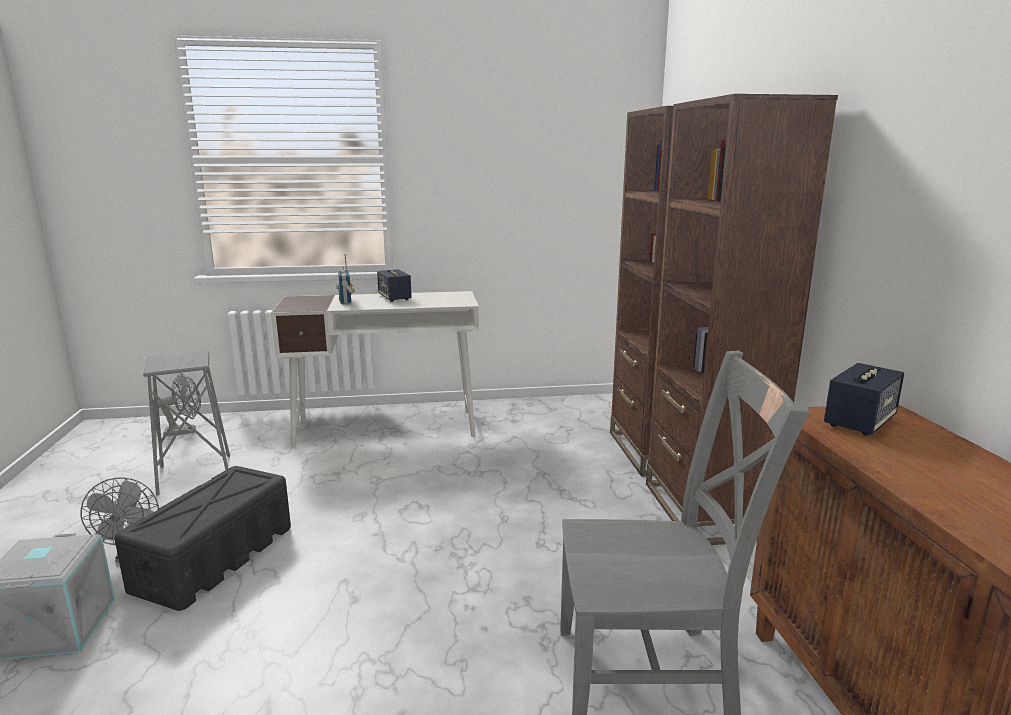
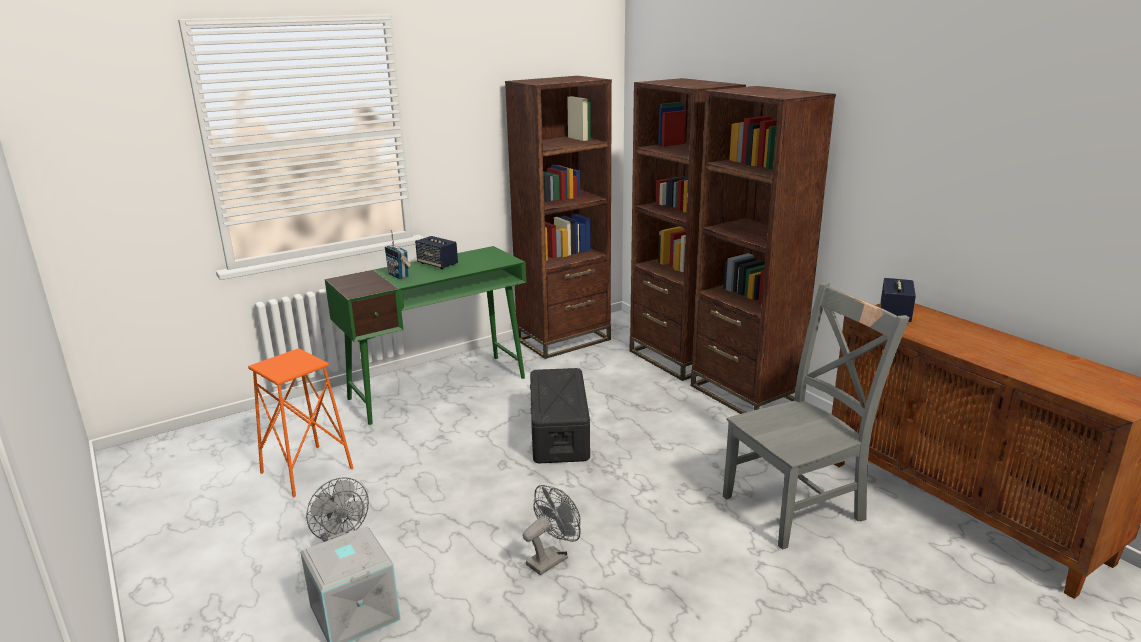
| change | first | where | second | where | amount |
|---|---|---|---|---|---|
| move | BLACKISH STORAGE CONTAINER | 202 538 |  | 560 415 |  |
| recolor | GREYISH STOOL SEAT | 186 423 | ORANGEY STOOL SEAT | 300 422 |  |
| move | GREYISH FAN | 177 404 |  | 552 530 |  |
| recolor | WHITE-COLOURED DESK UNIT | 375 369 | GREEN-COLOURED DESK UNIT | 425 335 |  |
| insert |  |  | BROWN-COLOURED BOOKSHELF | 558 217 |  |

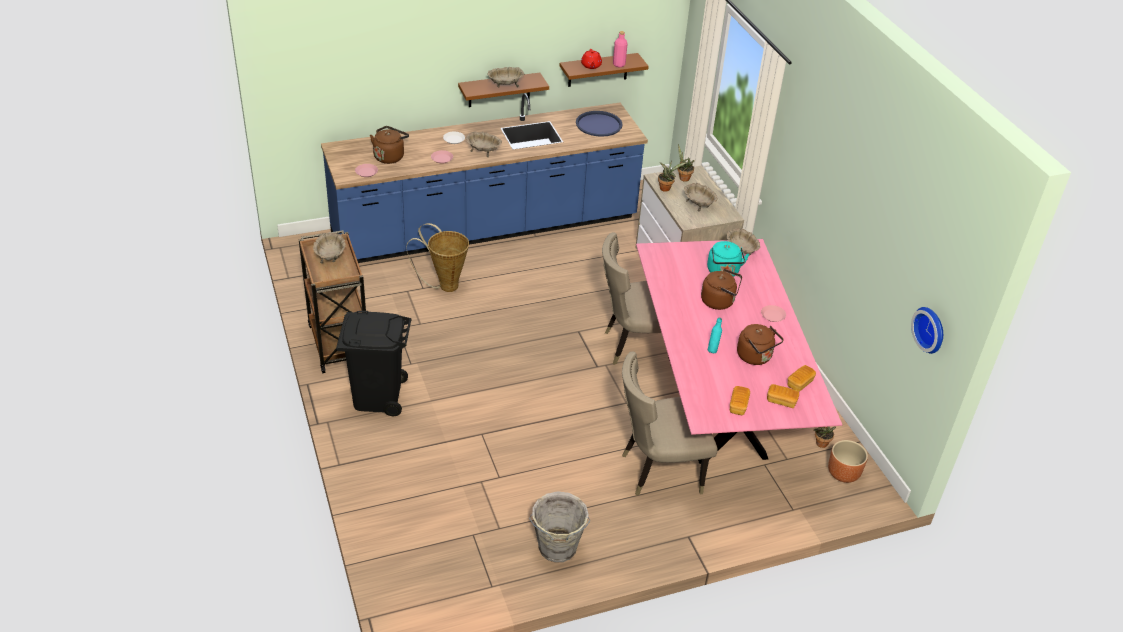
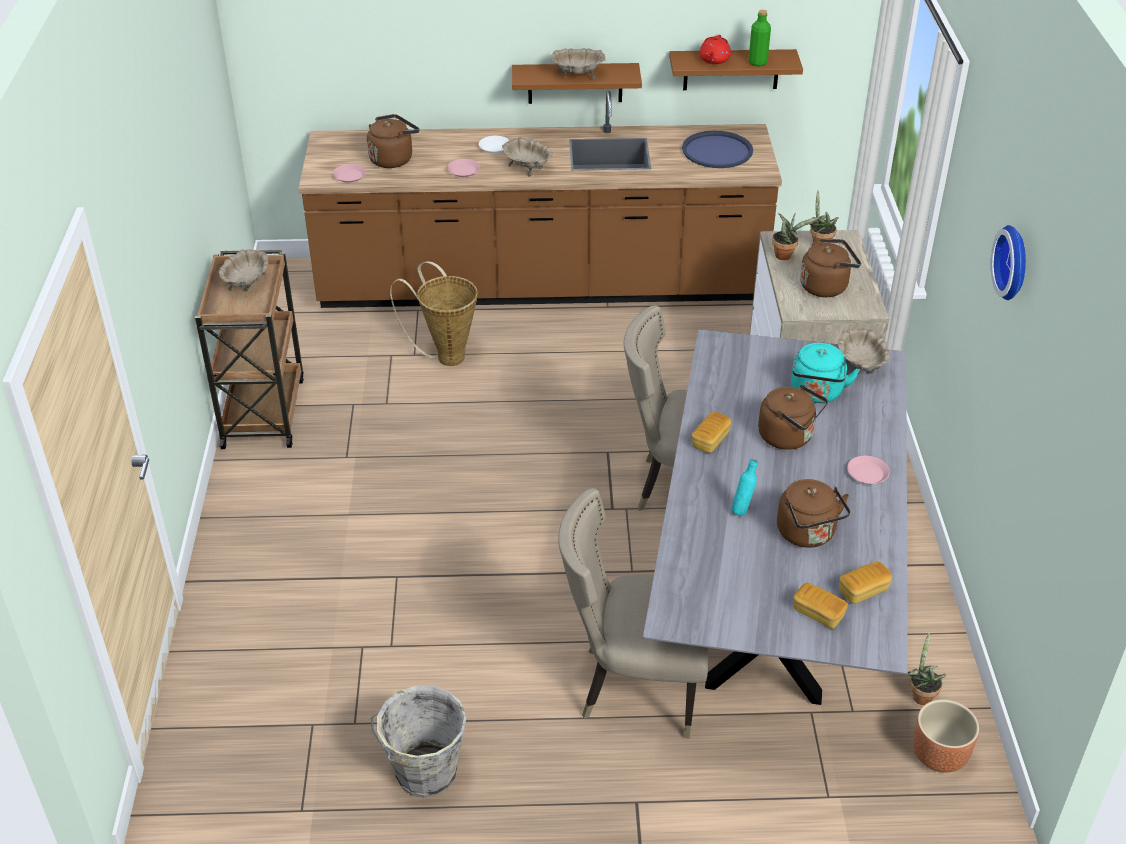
| change | first | where | second | where | amount |
|---|---|---|---|---|---|
| recolor | BLUE KITCHEN BASE UNIT | 484 178 | BROWN-COLOURED KITCHEN BASE UNIT | 540 199 |  |
| delete | BLACKISH TRASH CAN | 374 363 |  |  |  |
| recolor | PINK-COLOURED DRINK BOTTLE | 620 49 | GREEN-COLOURED DRINK BOTTLE | 760 38 |  |
| recolor | PINK-COLOURED KITCHEN TABLE | 739 351 | GREYISH KITCHEN TABLE | 775 517 |  |
| replace | BEIGE BOWL | 701 197 | BROWN-COLOURED KETTLE | 830 267 |  |
| move | BAKED BREAD | 740 400 |  | 711 432 |  |
| move | CLOCK ON THE WALL | 927 330 |  | 1008 262 |  |

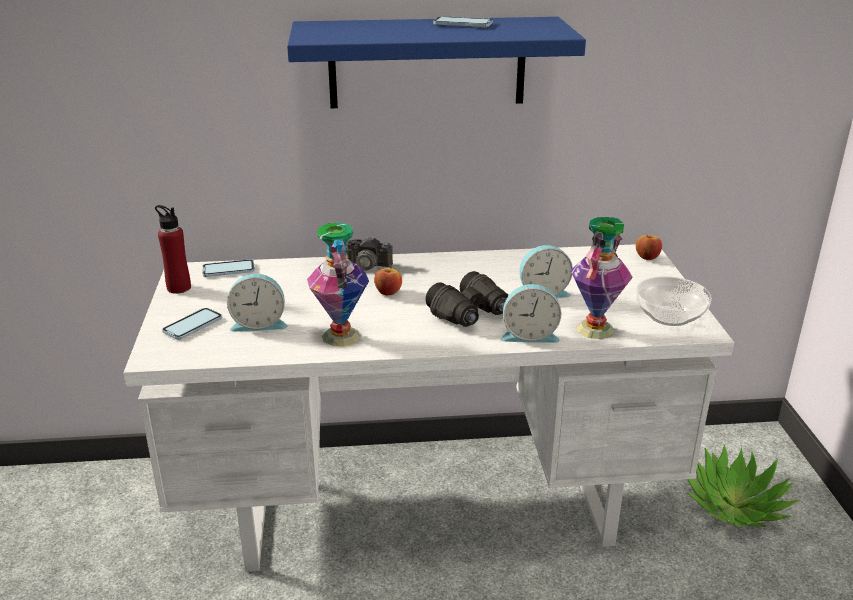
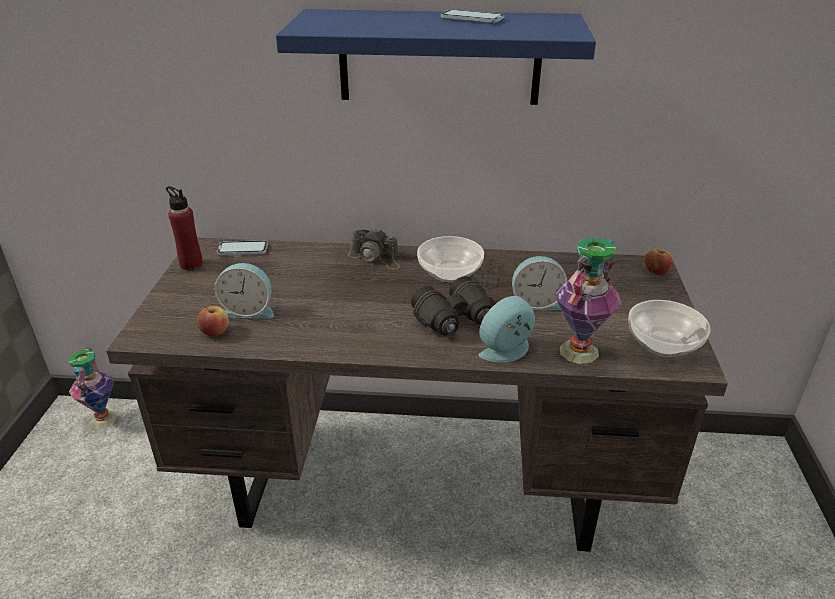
| change | first | where | second | where | amount |
|---|---|---|---|---|---|
| recolor | WHITE-COLOURED DESK UNIT | 428 408 | BROWN-COLOURED DESK UNIT | 417 395 |  |
| delete | PHONE | 192 324 |  |  |  |
| move | DECORATIVE VASE | 338 284 |  | 93 388 |  |
| move | WHOLE APPLE | 388 281 |  | 213 321 |  |
| rotate | TABLE CLOCK | 531 313 |  | 507 329 | 135 degrees clockwise |
| delete | HOUSEPLANT | 743 485 |  |  |  |
| insert |  |  | BOWL | 450 259 |  |

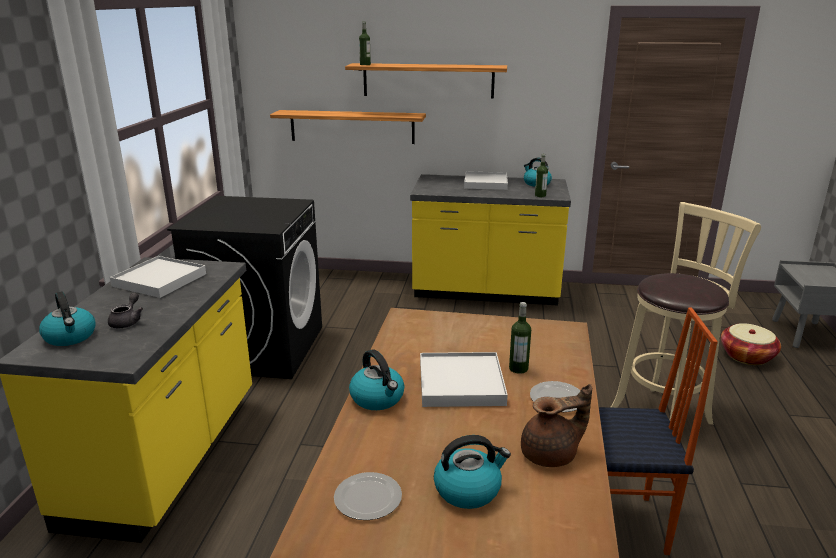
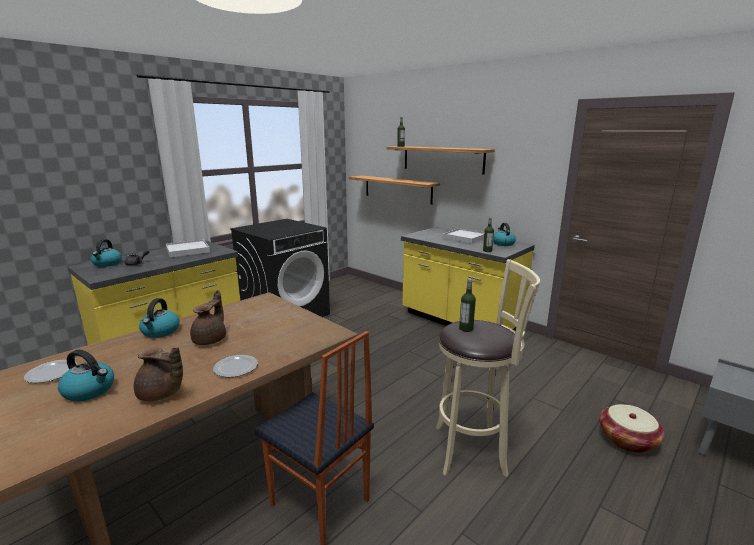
| change | first | where | second | where | amount |
|---|---|---|---|---|---|
| replace | WHITE-COLOURED TRAY | 464 379 | BROWN-COLOURED POT FOR TEA | 208 317 |  |
| move | DRINK BOTTLE | 520 338 |  | 467 305 |  |

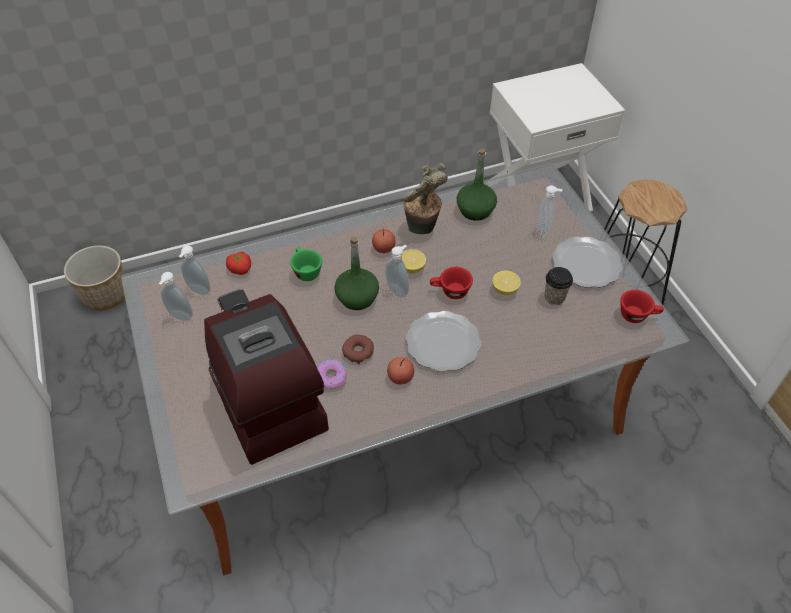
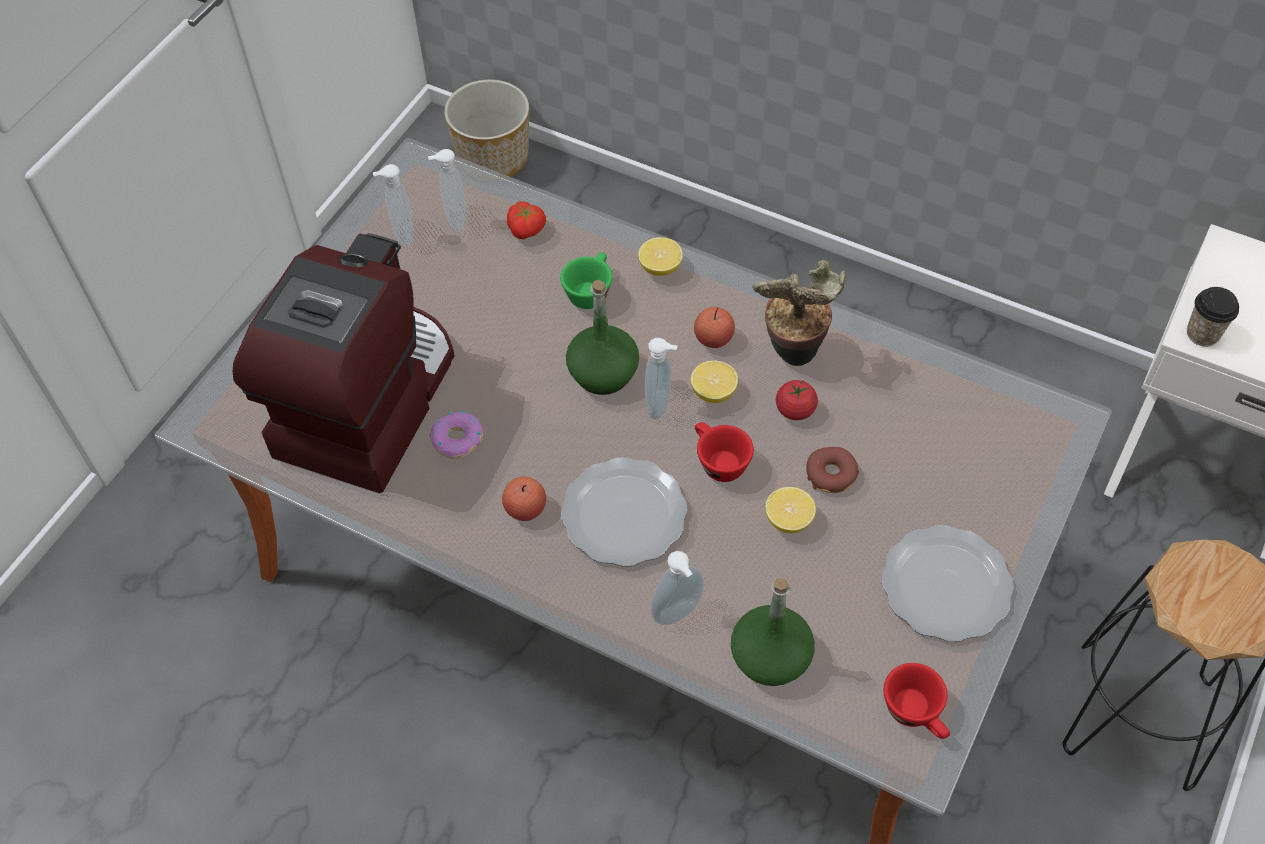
| change | first | where | second | where | amount |
|---|---|---|---|---|---|
| move | DONUT | 358 349 |  | 832 470 |  |
| move | GREEN-COLOURED DRINK BOTTLE | 477 185 |  | 773 632 |  |
| move | SOAP DISPENSER | 550 211 |  | 677 588 |  |
| move | DRINKING CUP | 559 286 |  | 1213 317 |  |
| insert |  |  | LEMON | 660 256 |  |
| insert |  |  | TOMATO | 797 400 |  |

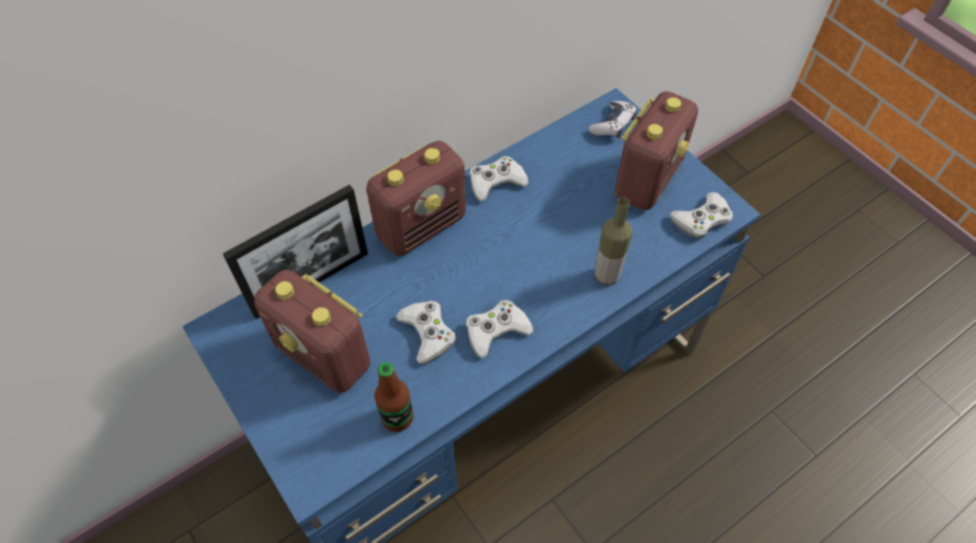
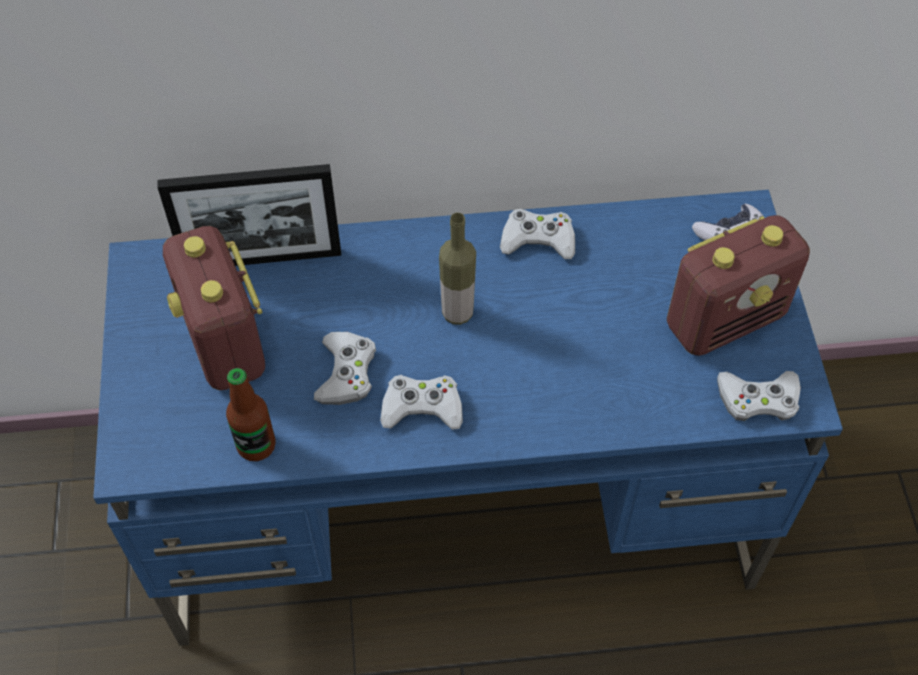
| change | first | where | second | where | amount |
|---|---|---|---|---|---|
| delete | RADIO | 416 198 |  |  |  |
| move | DRINK BOTTLE | 613 241 |  | 457 269 |  |

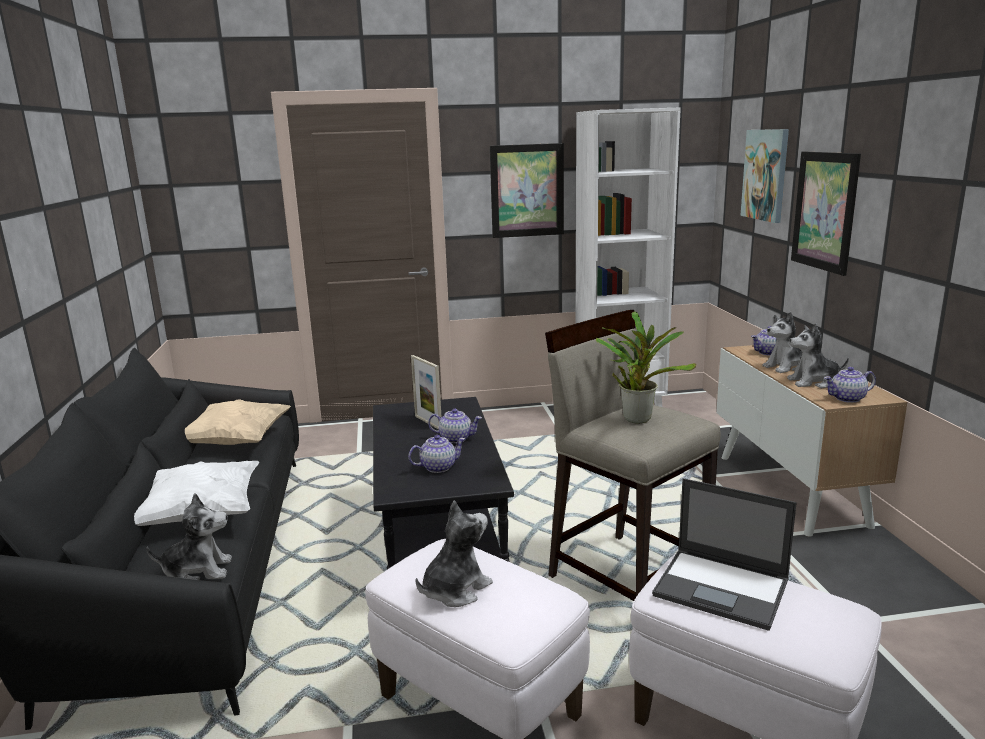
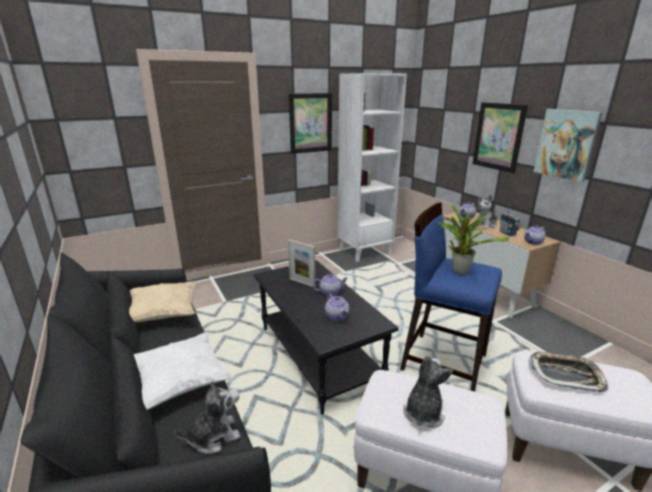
| change | first | where | second | where | amount |
|---|---|---|---|---|---|
| rotate | POT FOR TEA | 437 454 |  | 337 307 | 105 degrees clockwise |
| recolor | BEIGE STOOL SEAT | 633 455 | BLUE STOOL SEAT | 451 297 |  |
| replace | PORTABLE COMPUTER | 724 554 | TRAY | 568 372 |  |
| move | WALL ART | 764 176 |  | 568 145 |  |
| replace | CUDDLY TOY | 818 355 | RADIO | 510 220 |  |

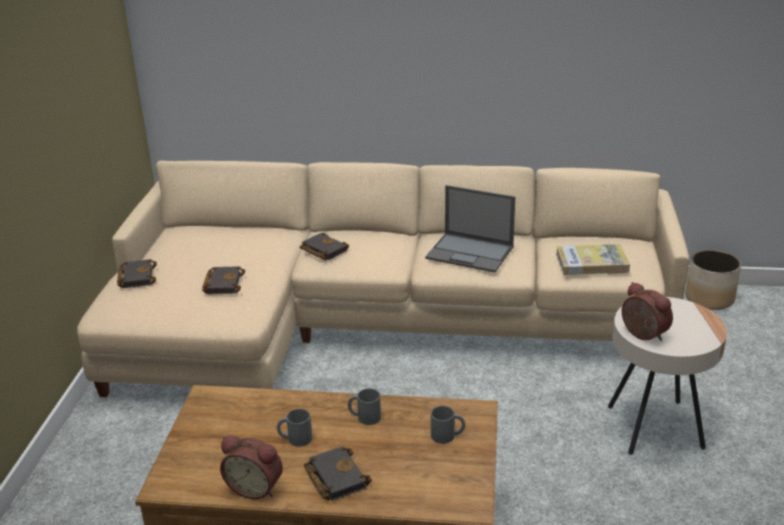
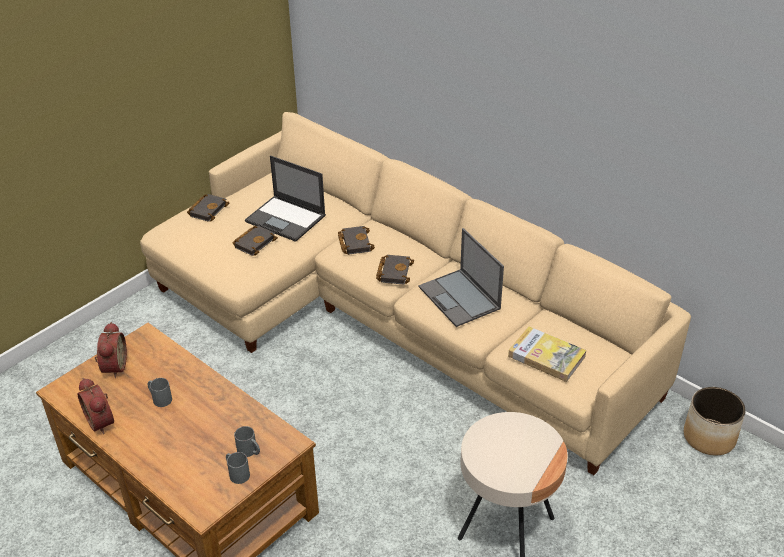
| change | first | where | second | where | amount |
|---|---|---|---|---|---|
| move | BLACKISH BOOK | 338 473 |  | 395 270 |  |
| move | GREYISH COFFEE MUG | 364 406 |  | 238 468 |  |
| move | TABLE CLOCK | 647 311 |  | 111 350 |  |
| insert |  |  | PORTABLE COMPUTER | 285 199 |  |

